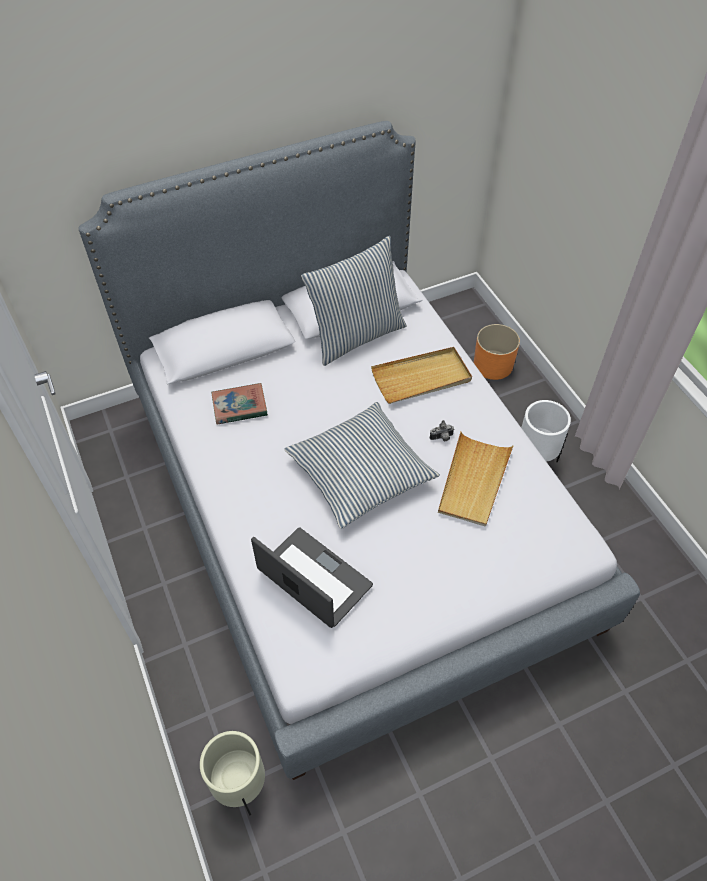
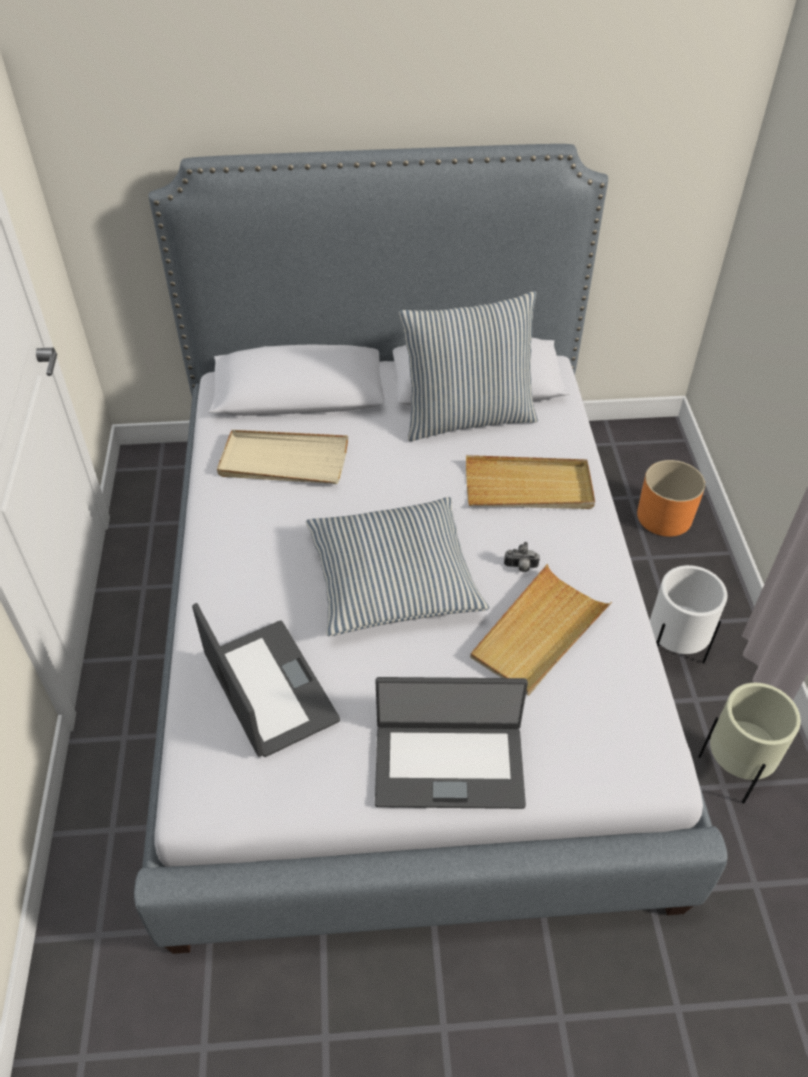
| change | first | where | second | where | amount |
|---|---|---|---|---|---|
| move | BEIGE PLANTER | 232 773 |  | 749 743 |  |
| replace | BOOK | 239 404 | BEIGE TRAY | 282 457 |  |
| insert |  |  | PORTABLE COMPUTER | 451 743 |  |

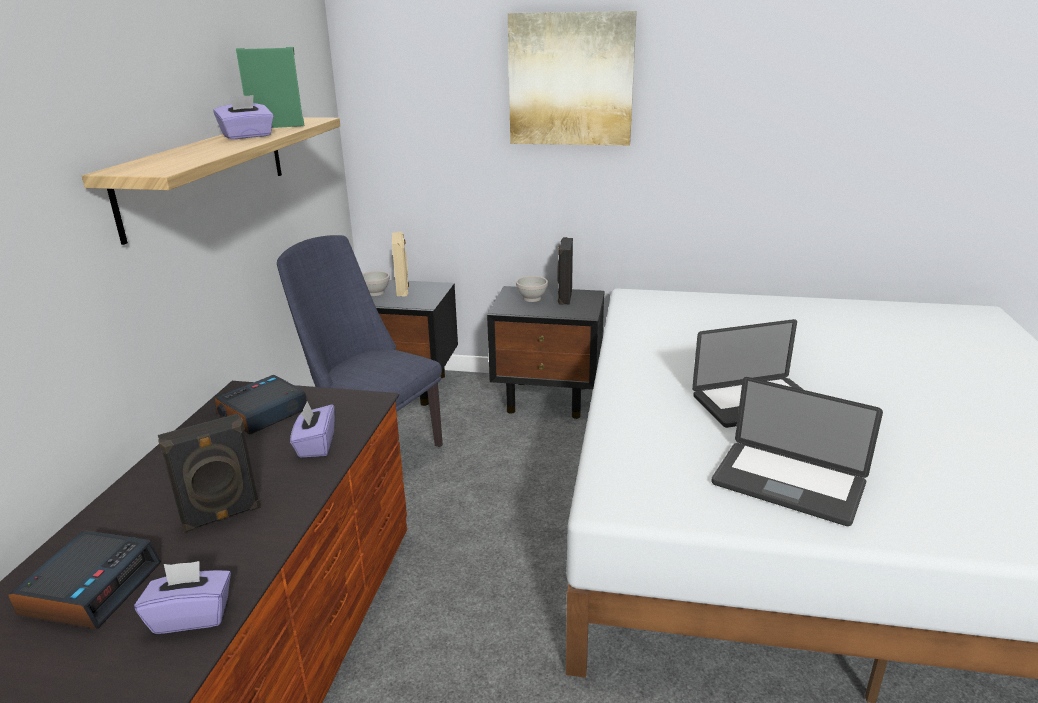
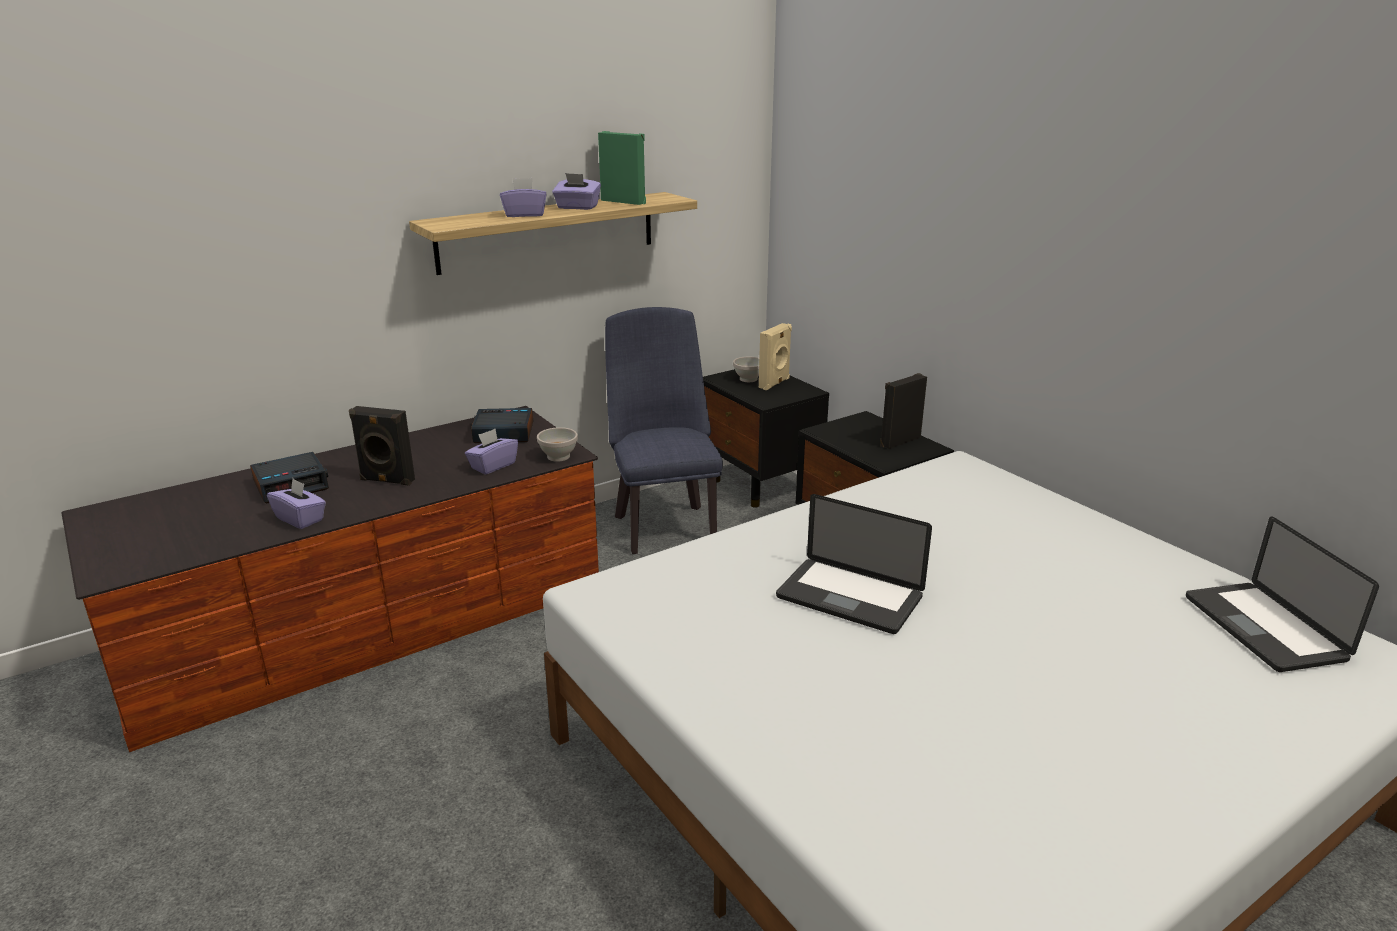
| change | first | where | second | where | amount |
|---|---|---|---|---|---|
| delete | WALL ART | 572 78 |  |  |  |
| move | WHITE-COLOURED BOWL | 532 289 |  | 557 444 |  |
| move | PORTABLE COMPUTER | 797 451 |  | 1282 594 |  |
| insert |  |  | PURPLE TISSUE HOLDER | 523 197 |  |

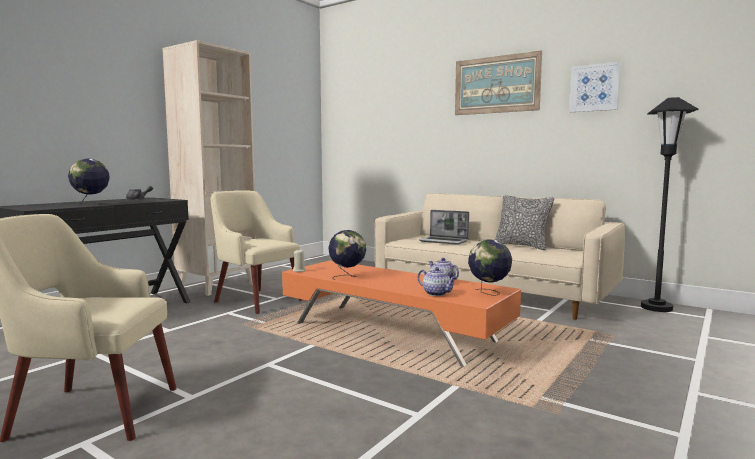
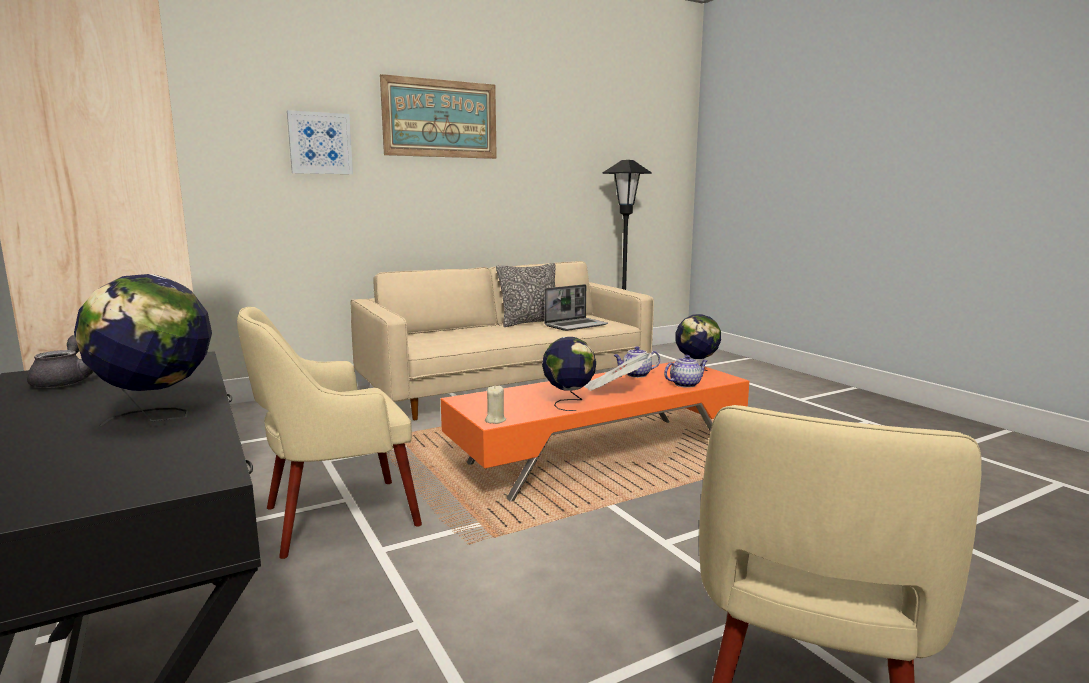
| change | first | where | second | where | amount |
|---|---|---|---|---|---|
| move | PORTABLE COMPUTER | 444 227 |  | 576 307 |  |
| move | WALL ART | 595 87 |  | 320 142 |  |
| insert |  |  | DAILY PAPER | 618 372 |  |

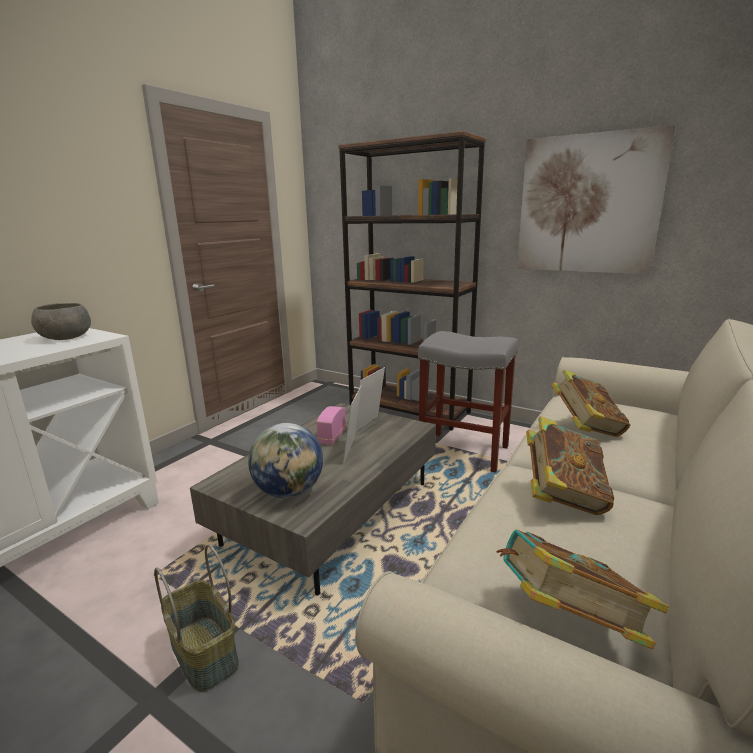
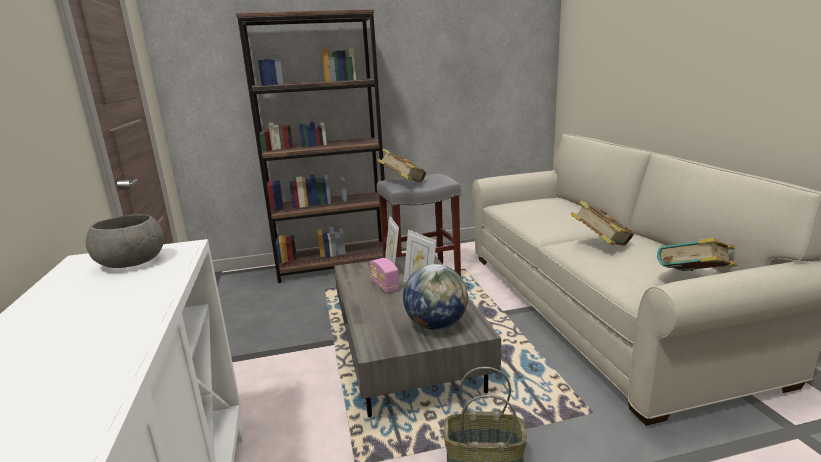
| change | first | where | second | where | amount |
|---|---|---|---|---|---|
| delete | WALL ART | 596 200 |  |  |  |
| move | BOOK | 590 403 |  | 401 165 |  |

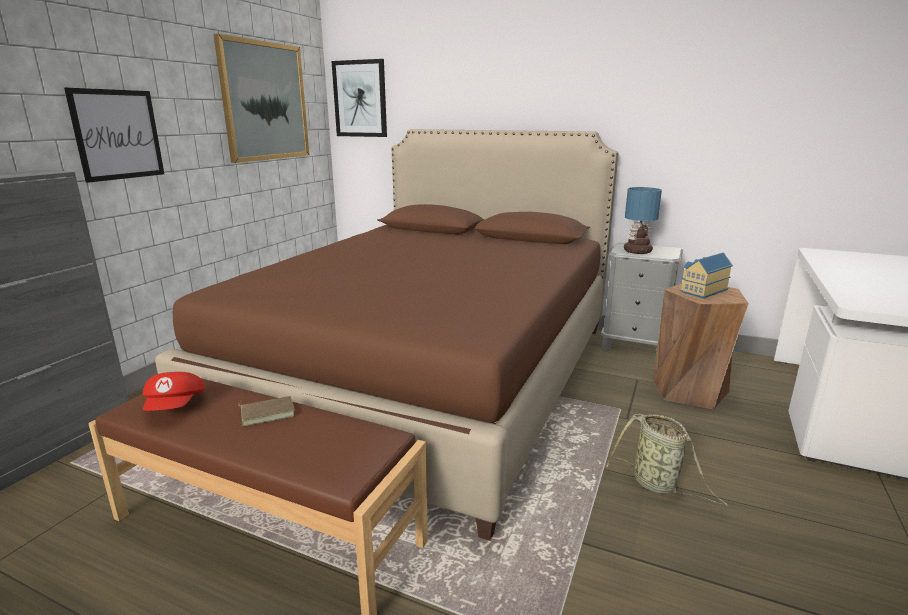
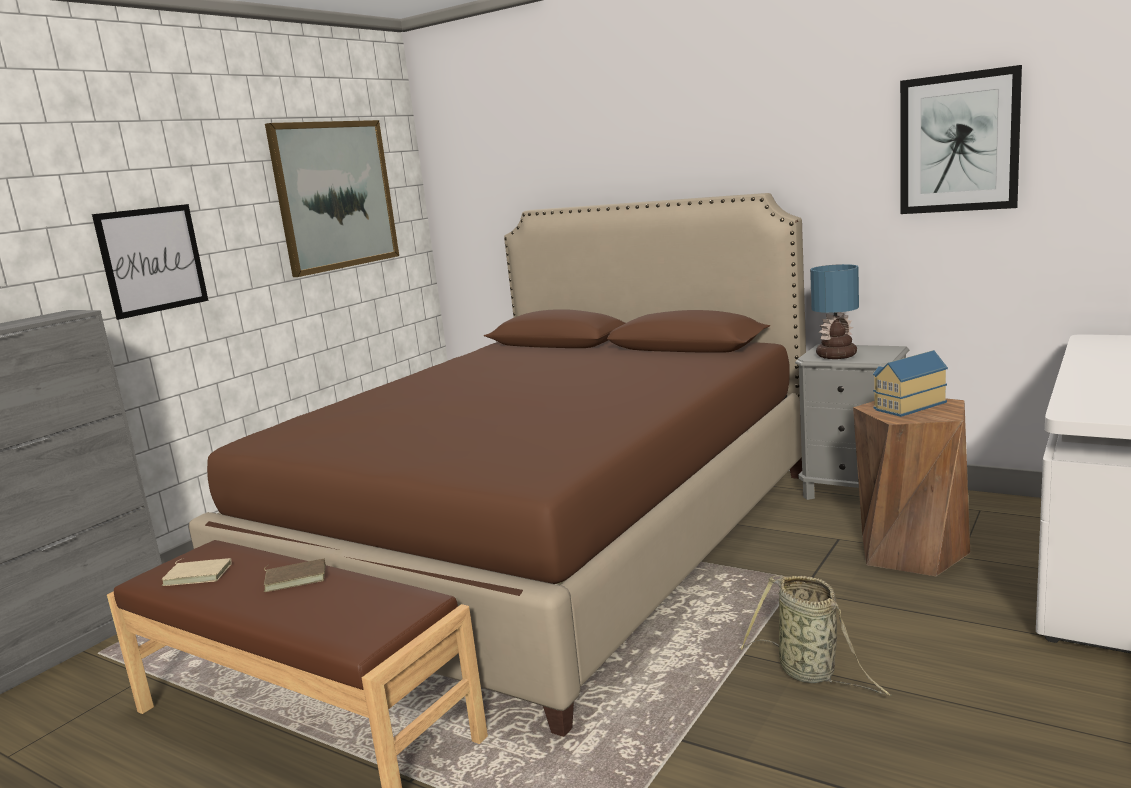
| change | first | where | second | where | amount |
|---|---|---|---|---|---|
| replace | REDDISH PEAKED CAP | 174 391 | BEIGE BOOK | 197 572 |  |
| move | WALL ART | 359 98 |  | 961 139 |  |

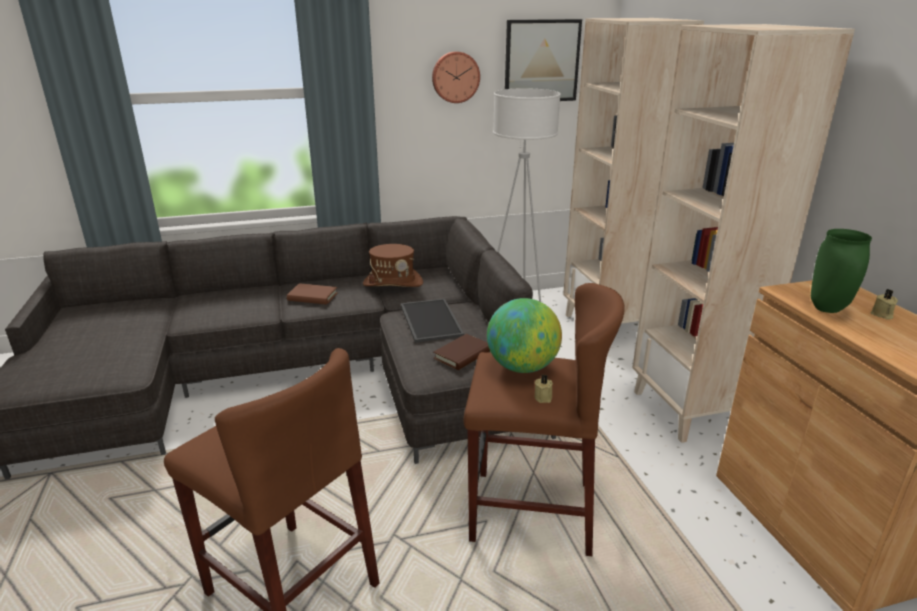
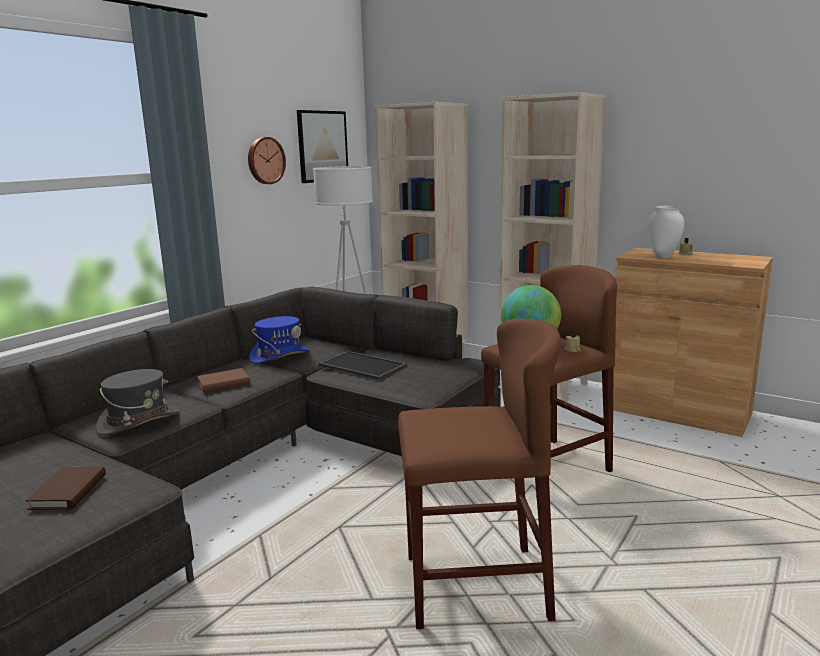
| change | first | where | second | where | amount |
|---|---|---|---|---|---|
| recolor | BROWN-COLOURED WEARABLE HAT | 393 265 | BLUE WEARABLE HAT | 279 340 |  |
| move | BROWN-COLOURED BOOK | 461 352 |  | 66 488 |  |
| recolor | GREEN-COLOURED DECORATIVE VASE | 841 271 | WHITE-COLOURED DECORATIVE VASE | 666 232 |  |
| insert |  |  | GREYISH WEARABLE HAT | 137 402 |  |

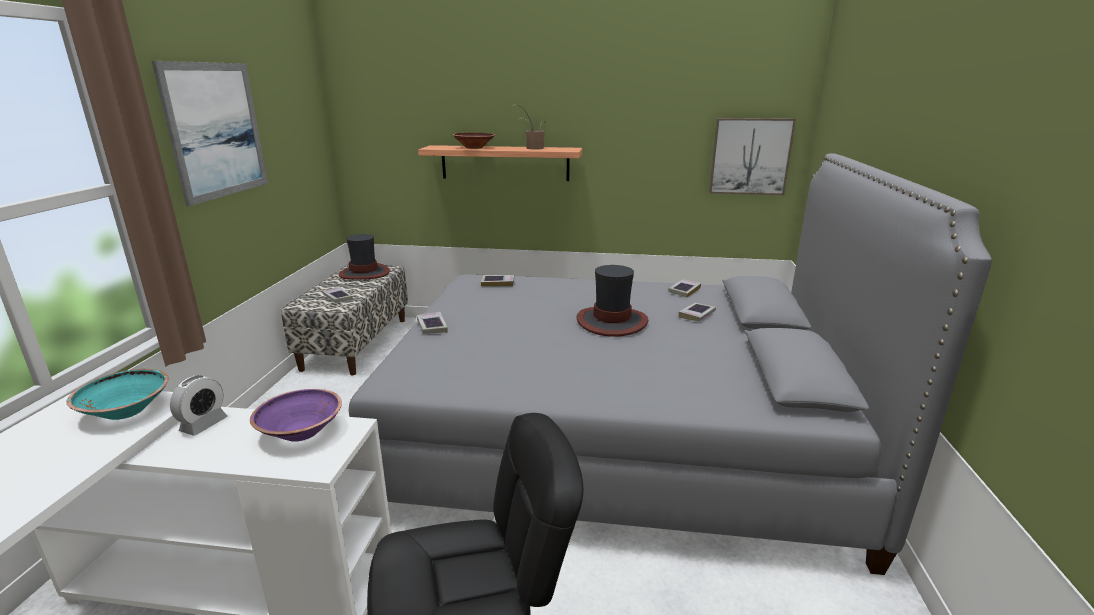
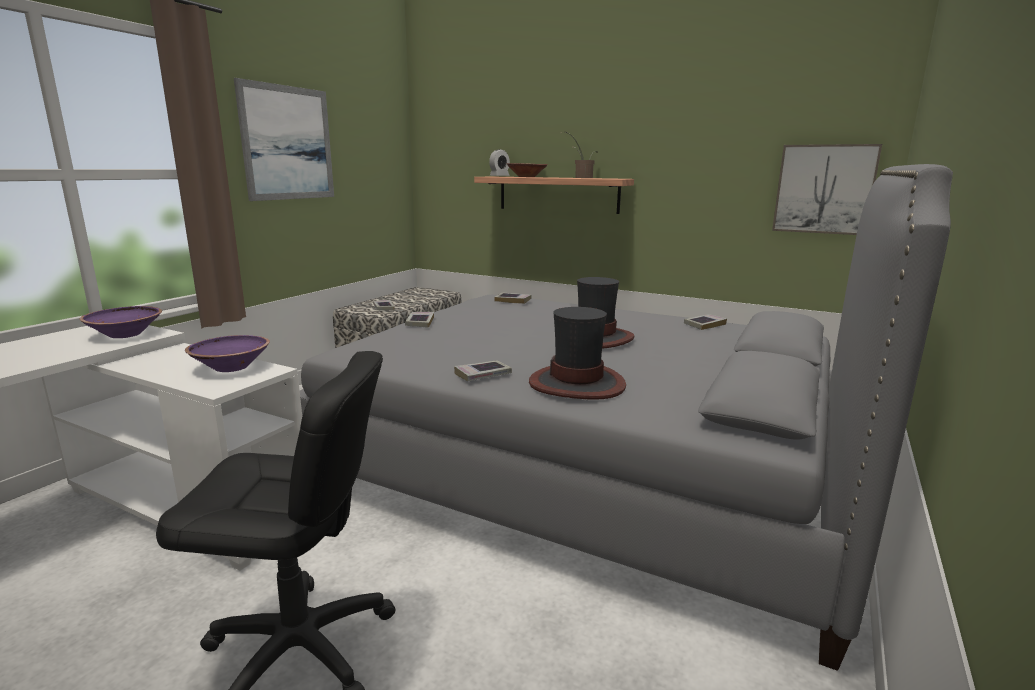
| change | first | where | second | where | amount |
|---|---|---|---|---|---|
| recolor | TURQUOISE-COLOURED BOWL | 117 394 | PURPLE BOWL | 121 322 |  |
| move | TABLE CLOCK | 199 405 |  | 499 162 |  |
| move | WEARABLE HAT | 364 257 |  | 577 353 |  |
| move | BOOK | 697 312 |  | 483 371 |  |

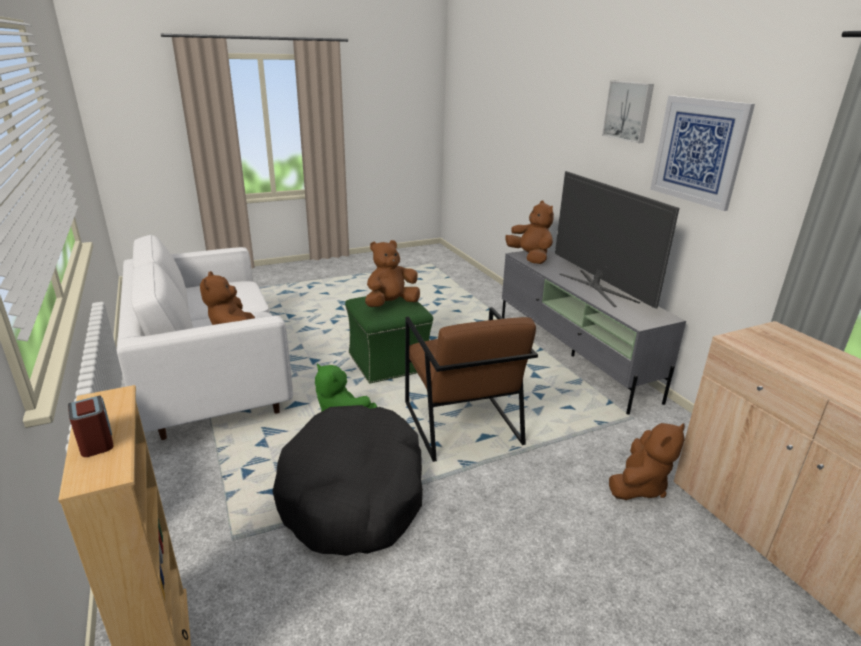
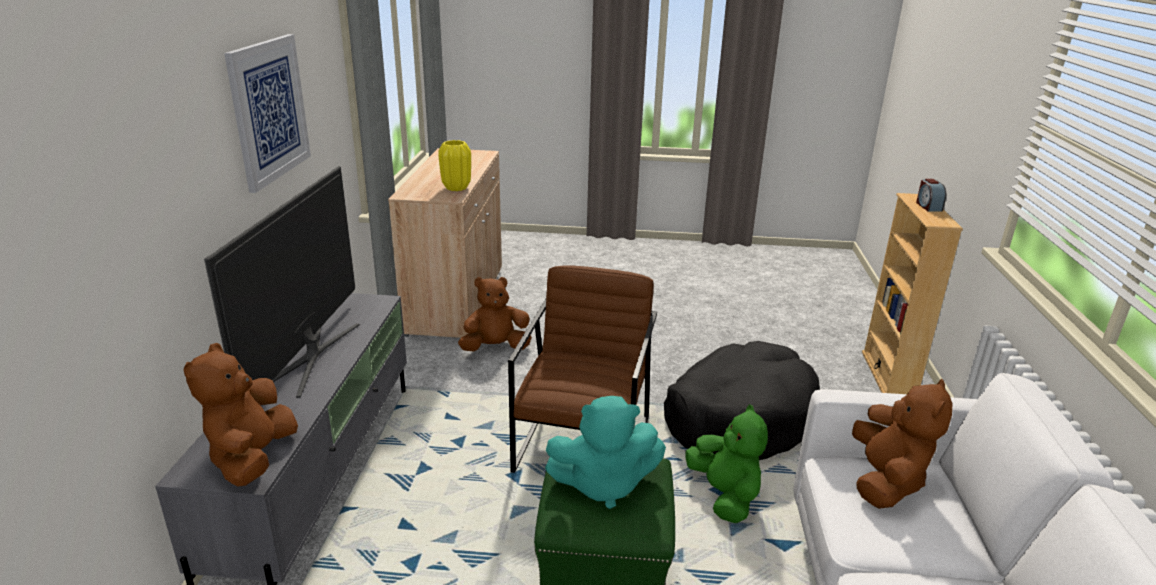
| change | first | where | second | where | amount |
|---|---|---|---|---|---|
| recolor | BROWN-COLOURED CUDDLY TOY | 392 273 | TURQUOISE-COLOURED CUDDLY TOY | 605 452 |  |
| delete | WALL ART | 628 112 |  |  |  |
| insert |  |  | YELLOW DECORATIVE VASE | 454 165 |  |

